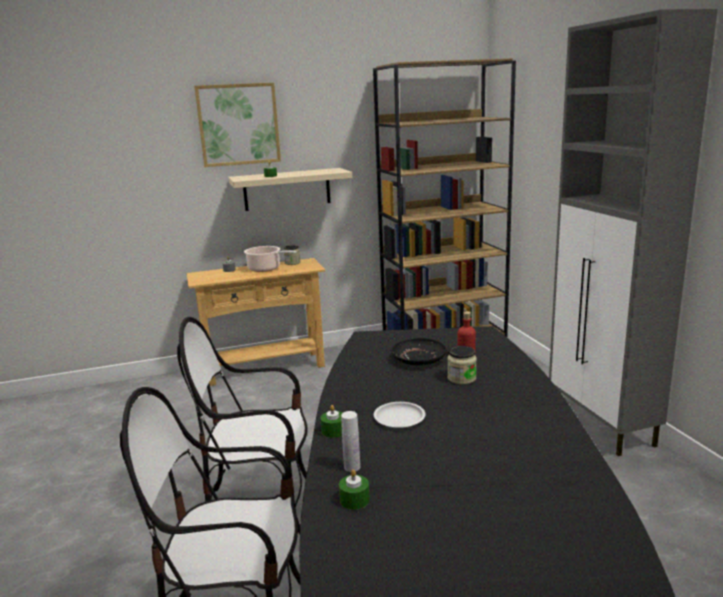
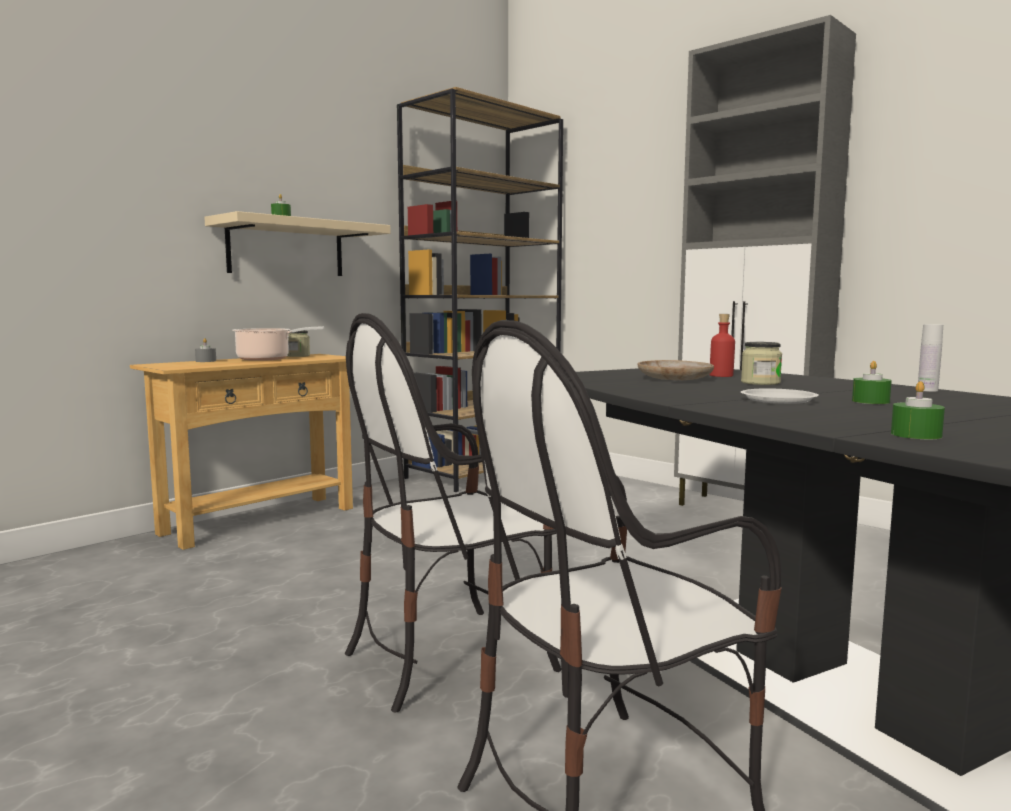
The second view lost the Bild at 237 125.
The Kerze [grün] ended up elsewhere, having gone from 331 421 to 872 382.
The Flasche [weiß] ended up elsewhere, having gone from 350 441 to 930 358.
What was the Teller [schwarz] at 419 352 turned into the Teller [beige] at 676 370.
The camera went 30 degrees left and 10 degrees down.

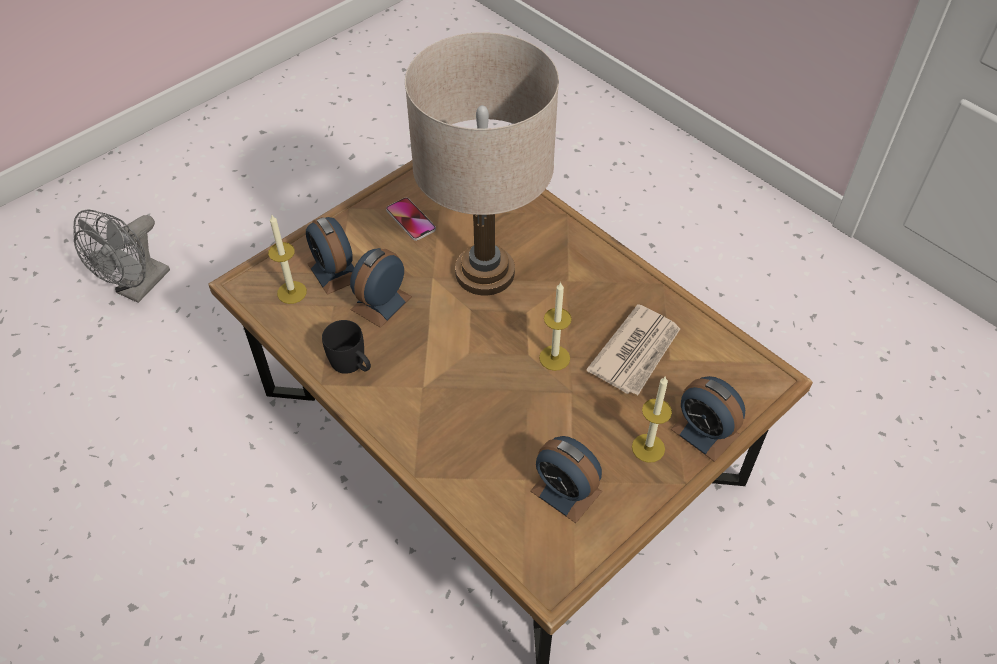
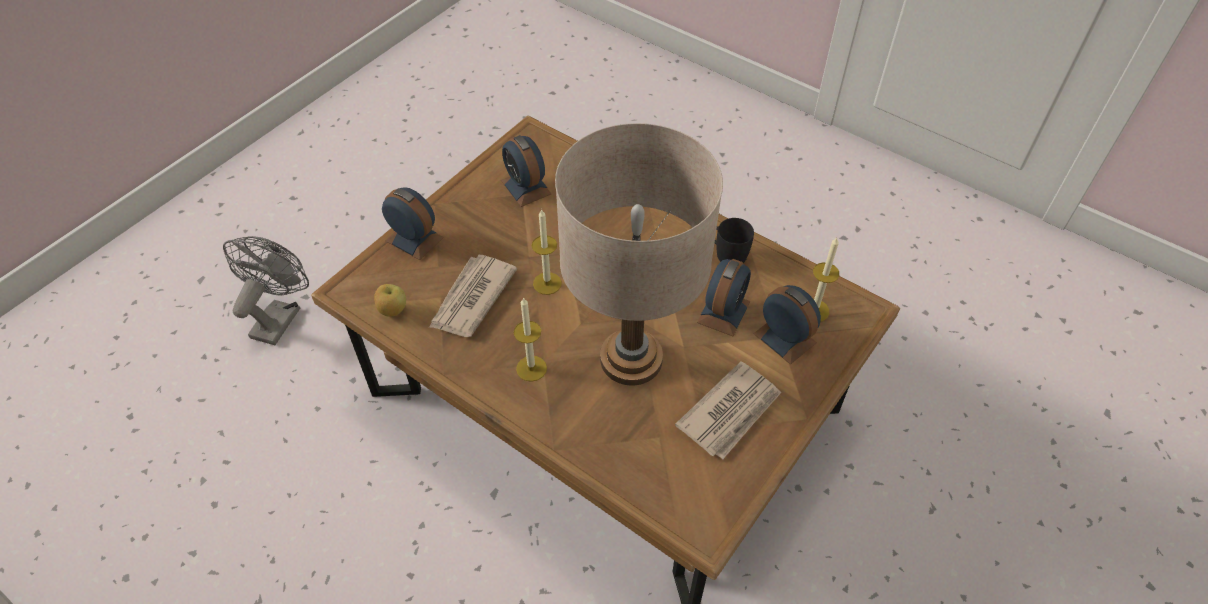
The Ventilator [grau] ended up elsewhere, having gone from 121 256 to 266 290.
Where the Handy stood at 411 219, the Zeitung came to stand at 728 410.
The Wecker at 566 479 ended up facing another way, 150 degrees counterclockwise from before.
The Kerze ended up elsewhere, having gone from 652 420 to 530 339.
The second view gained the Apfel at 390 300.
The camera went 170 degrees right and 0 degrees up.

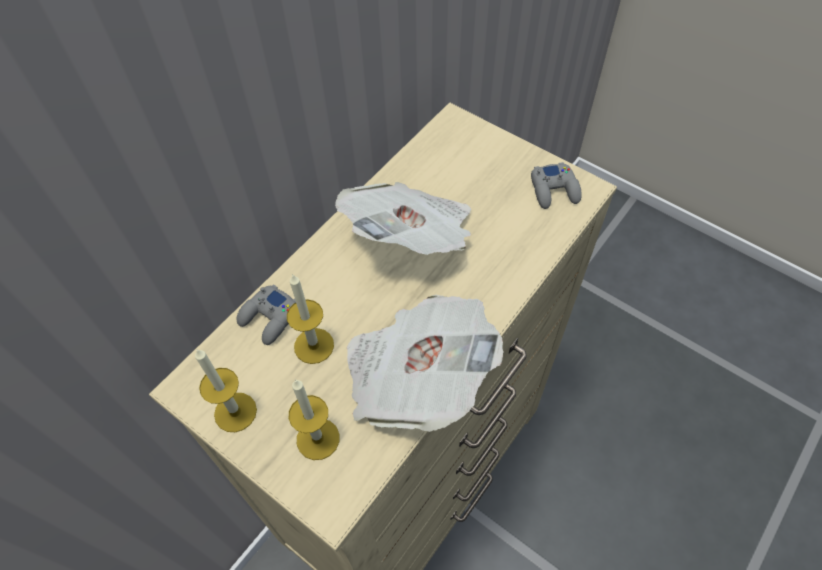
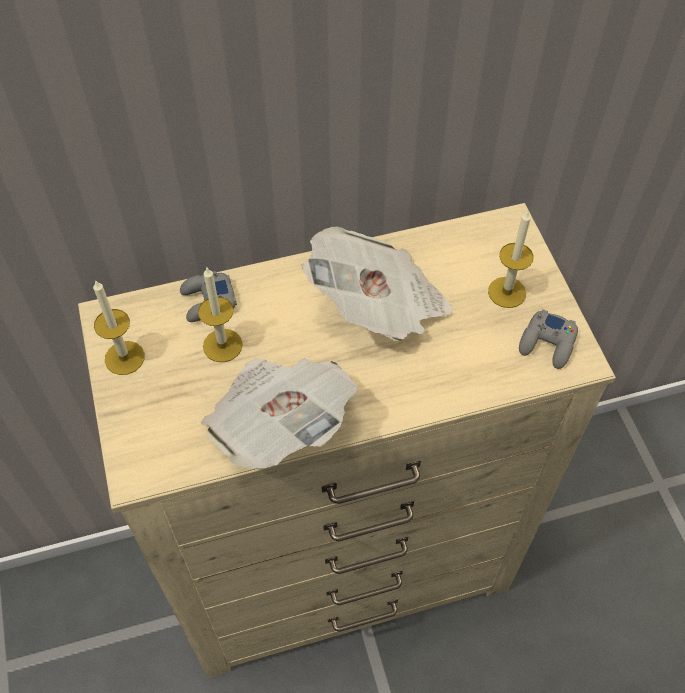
The Kerze ended up elsewhere, having gone from 314 420 to 511 259.
The camera went 35 degrees right and 0 degrees up.

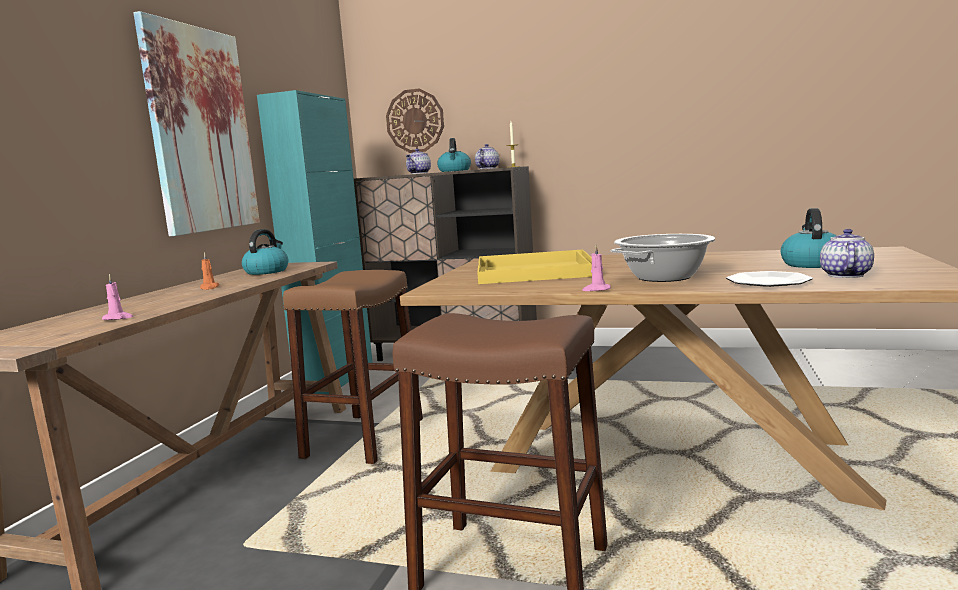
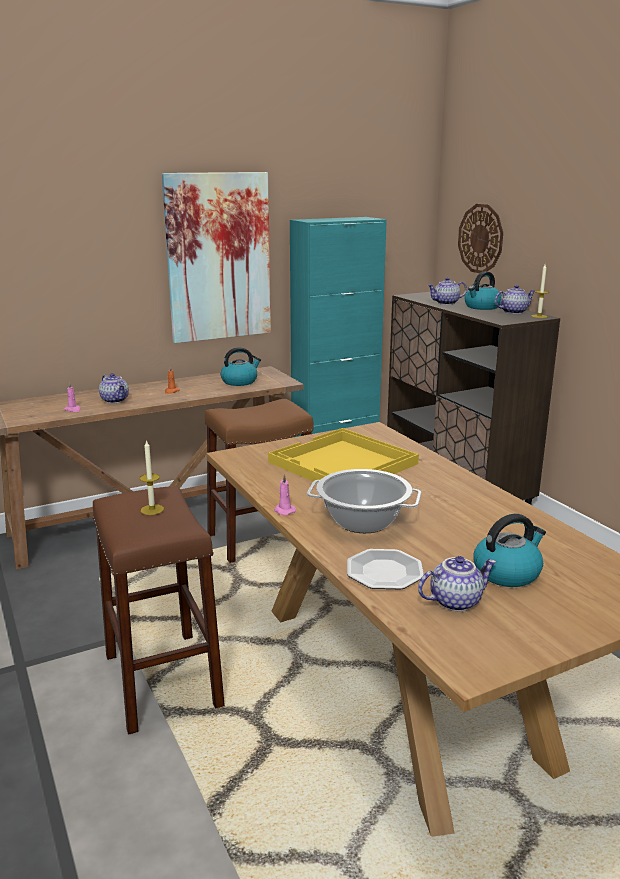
The second view gained the Teekanne at 114 388.
The second view gained the Kerze at 152 477.
The camera went 45 degrees right and 10 degrees up.

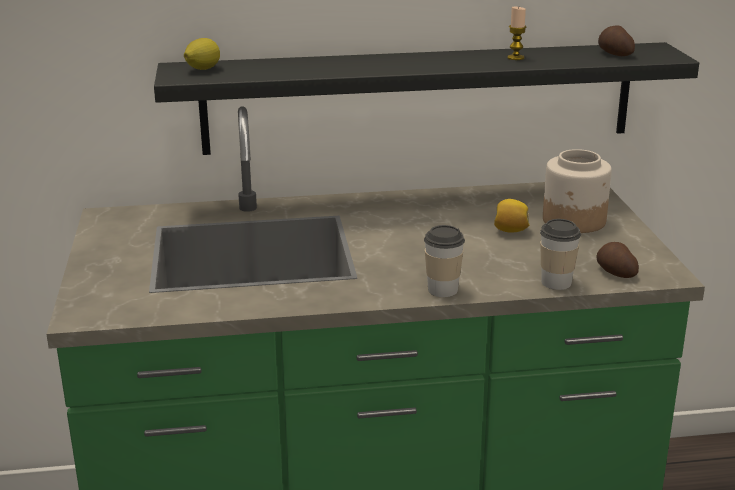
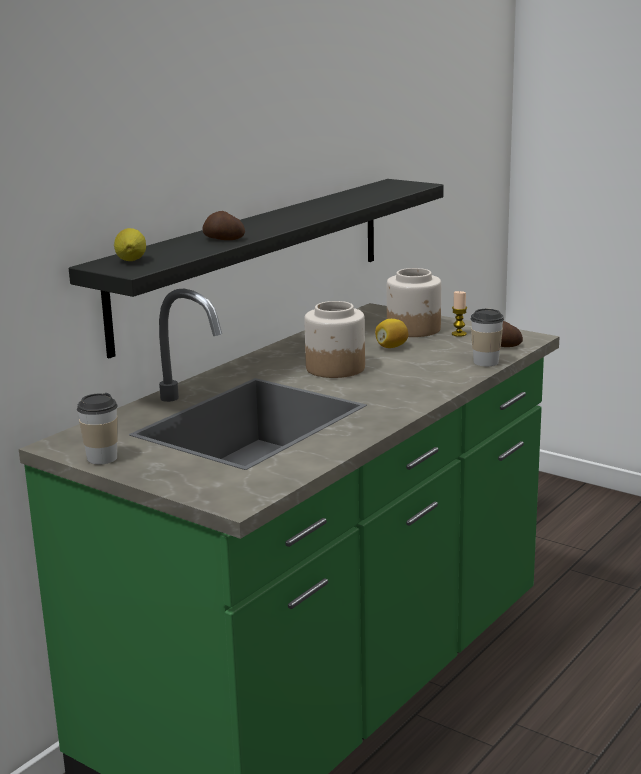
The Tasse ended up elsewhere, having gone from 444 261 to 97 429.
The Kerze ended up elsewhere, having gone from 516 33 to 459 314.
The Kartoffel ended up elsewhere, having gone from 616 40 to 223 225.
The second view gained the Vorratsglas at 334 339.
The camera went 45 degrees left and 5 degrees down.

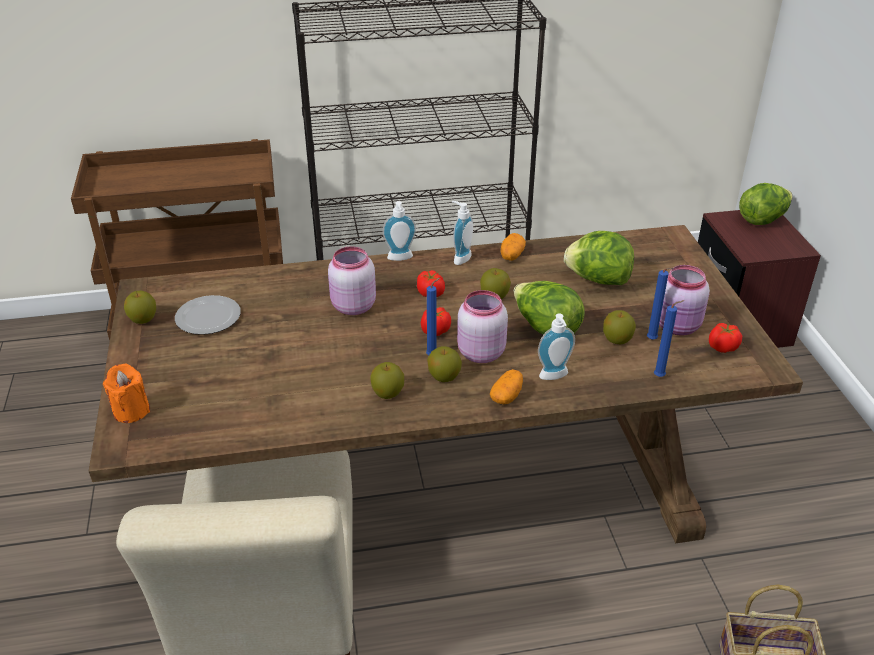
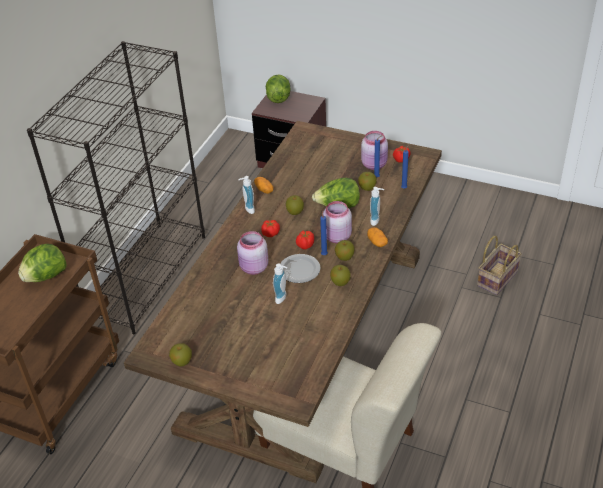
The second view lost the Kerze [orange] at 126 393.
The Teller ended up elsewhere, having gone from 208 315 to 300 268.
The Seifenspender ended up elsewhere, having gone from 399 231 to 280 283.
The Salatkopf ended up elsewhere, having gone from 599 258 to 42 263.
The camera went 55 degrees left and 5 degrees up.

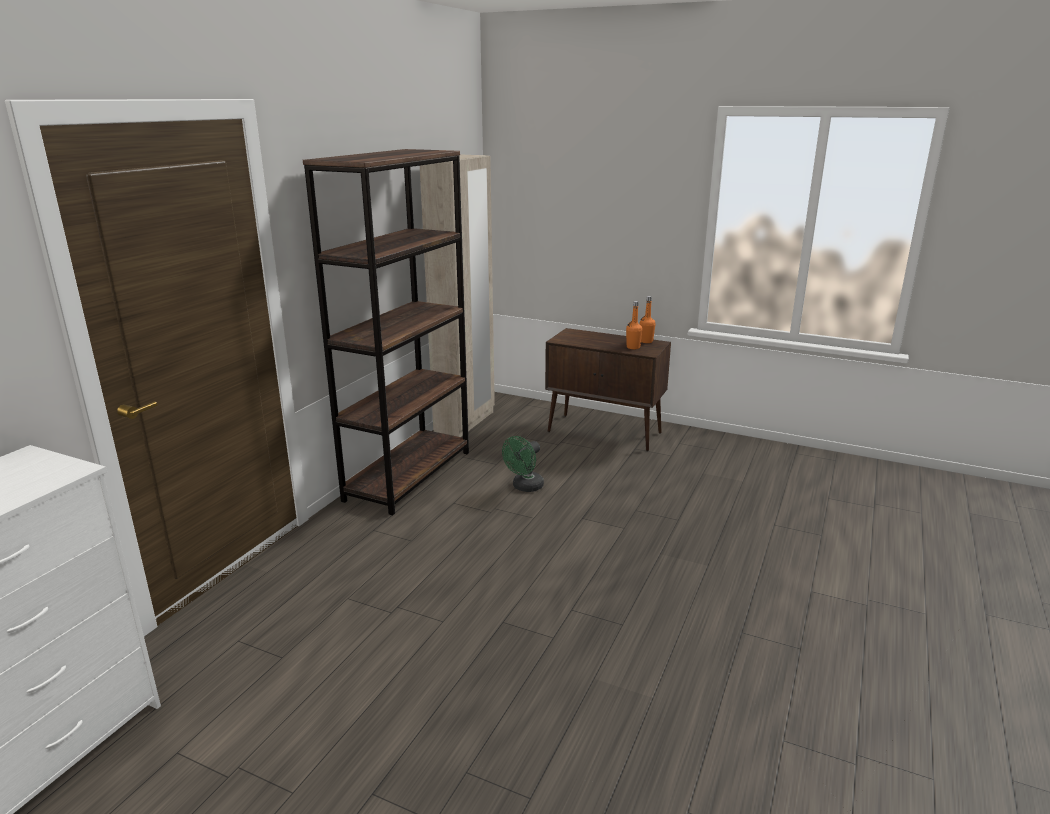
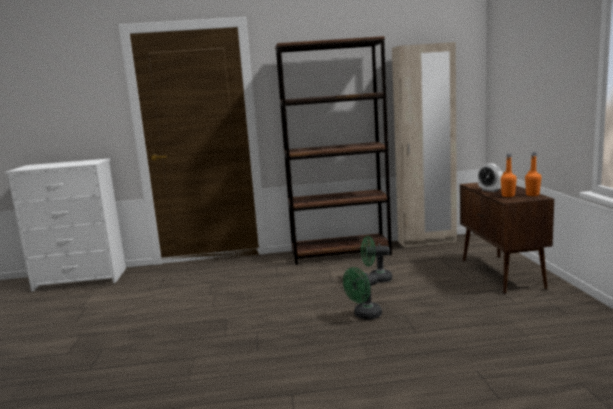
The second view gained the Ventilator [grün] at 362 293.
The second view gained the Wecker at 490 177.
The camera went 60 degrees right and 10 degrees down.

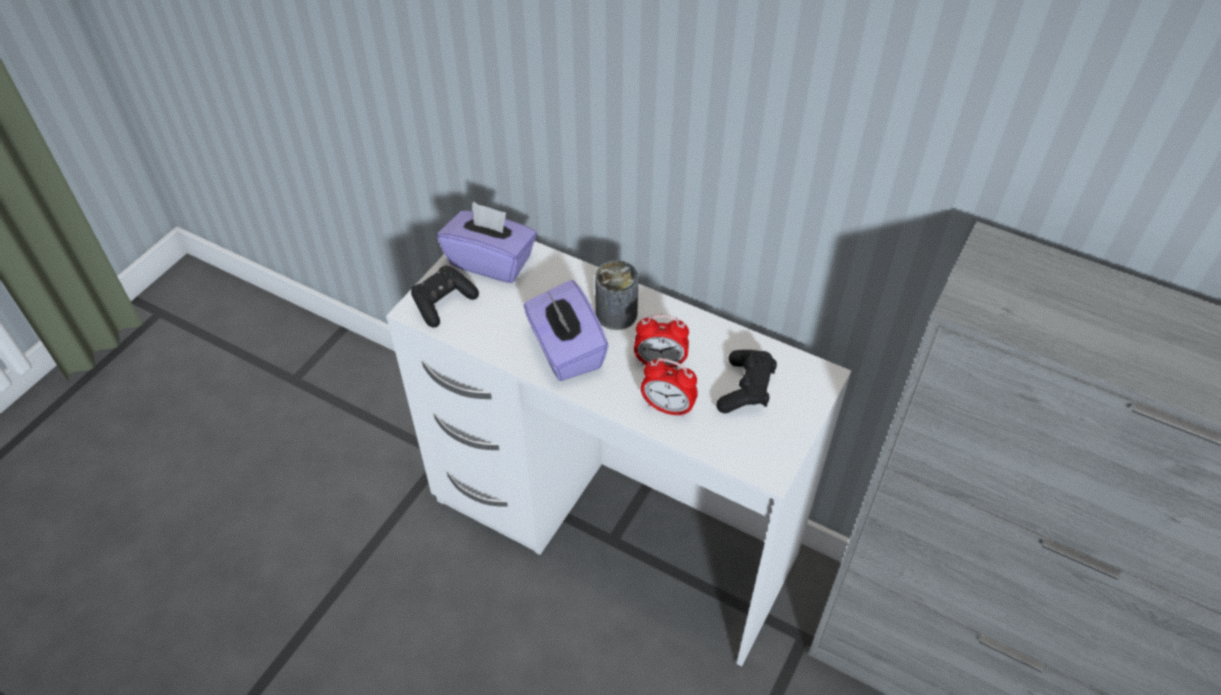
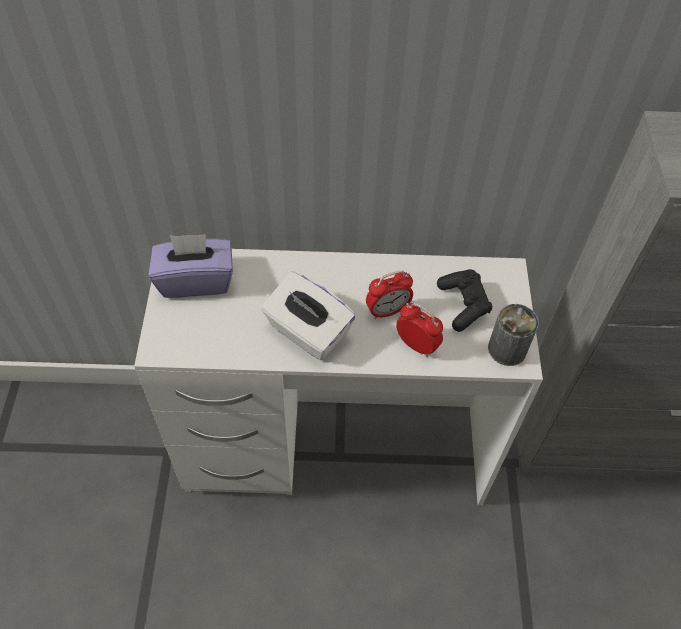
The second view lost the Gamepad [schwarz] at 445 297.
What was the Taschentuchbox [lila] at 566 330 turned into the Taschentuchbox [weiß] at 308 315.
The Dose ended up elsewhere, having gone from 617 295 to 513 335.
The Wecker at 669 388 ended up facing another way, 135 degrees counterclockwise from before.
The camera went 30 degrees left and 5 degrees up.

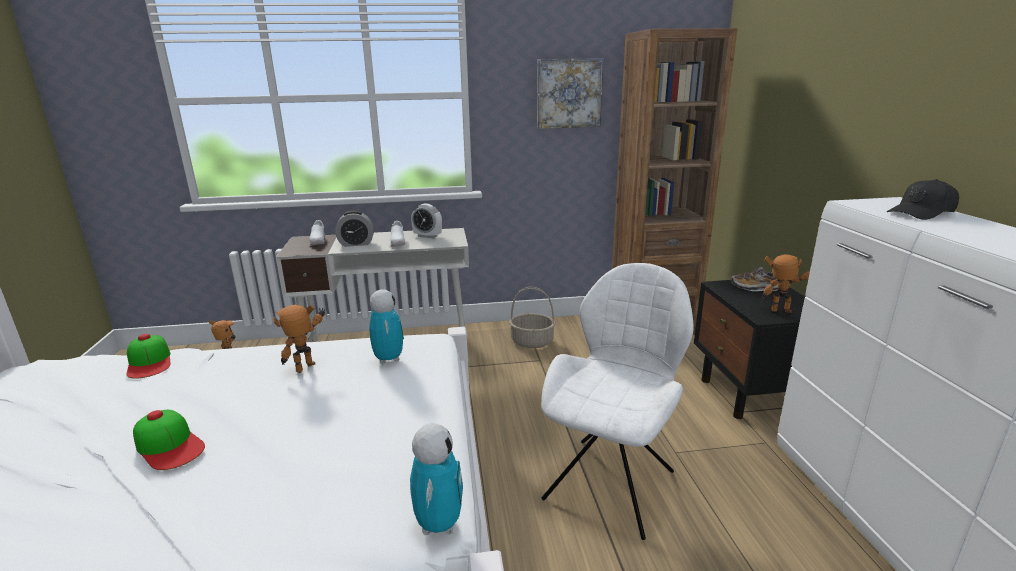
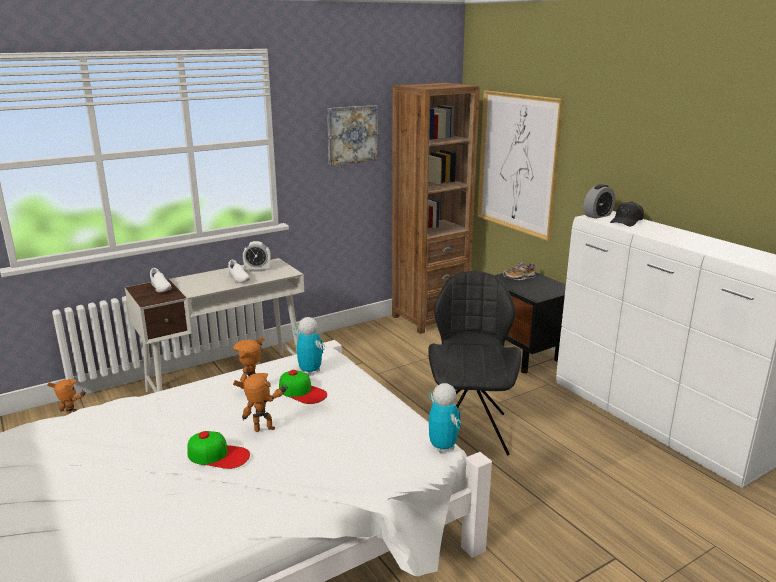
The Kappe ended up elsewhere, having gone from 149 356 to 303 387.
The Wecker ended up elsewhere, having gone from 354 229 to 599 201.
The second view lost the Korb at 532 317.
What was the Stuhl [weiß] at 617 401 turned into the Stuhl [schwarz] at 474 363.
The Spielzeugroboter ended up elsewhere, having gone from 786 283 to 260 402.
The second view gained the Bild at 520 165.
The camera went 25 degrees left and 0 degrees up.

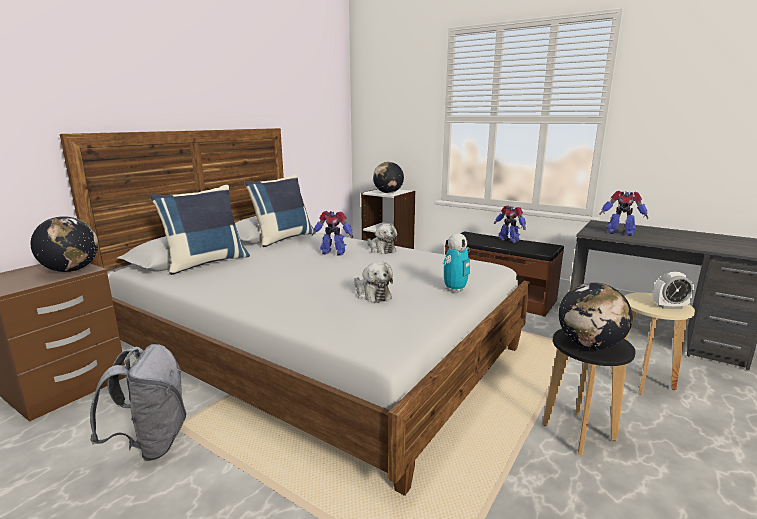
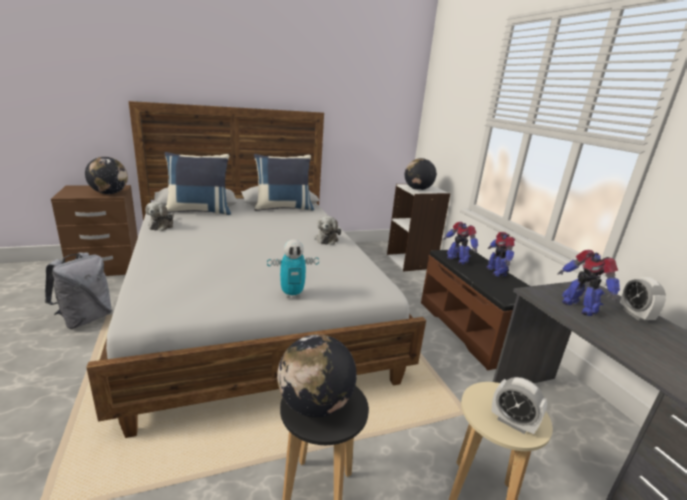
The Spielzeugroboter ended up elsewhere, having gone from 332 233 to 460 243.
The Plüschtier ended up elsewhere, having gone from 374 282 to 159 216.
The second view gained the Wecker at 643 299.
The camera went 35 degrees right and 5 degrees up.

